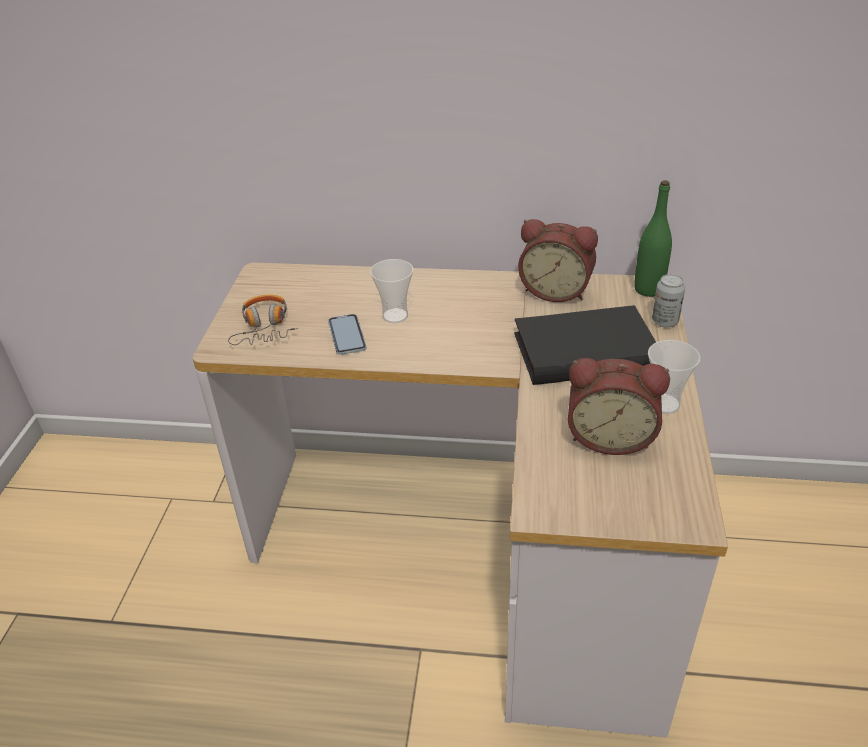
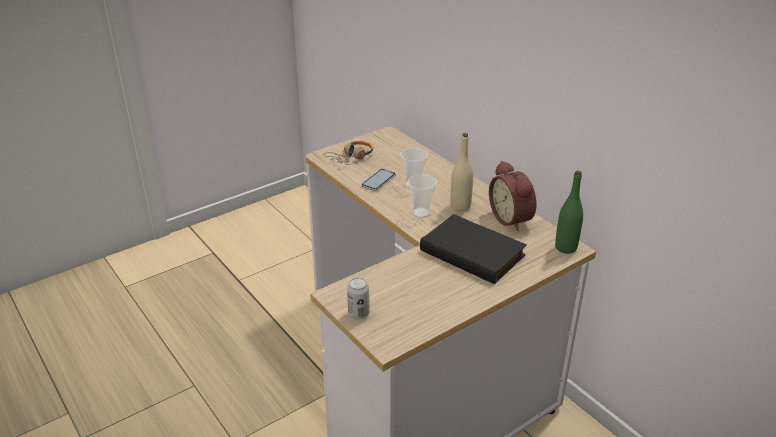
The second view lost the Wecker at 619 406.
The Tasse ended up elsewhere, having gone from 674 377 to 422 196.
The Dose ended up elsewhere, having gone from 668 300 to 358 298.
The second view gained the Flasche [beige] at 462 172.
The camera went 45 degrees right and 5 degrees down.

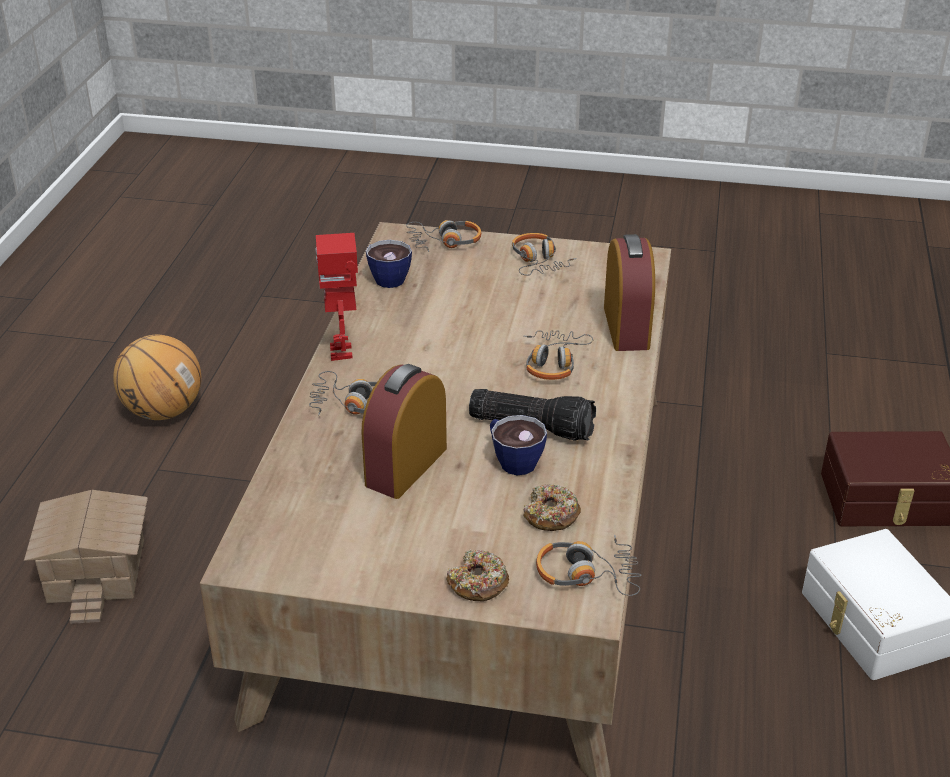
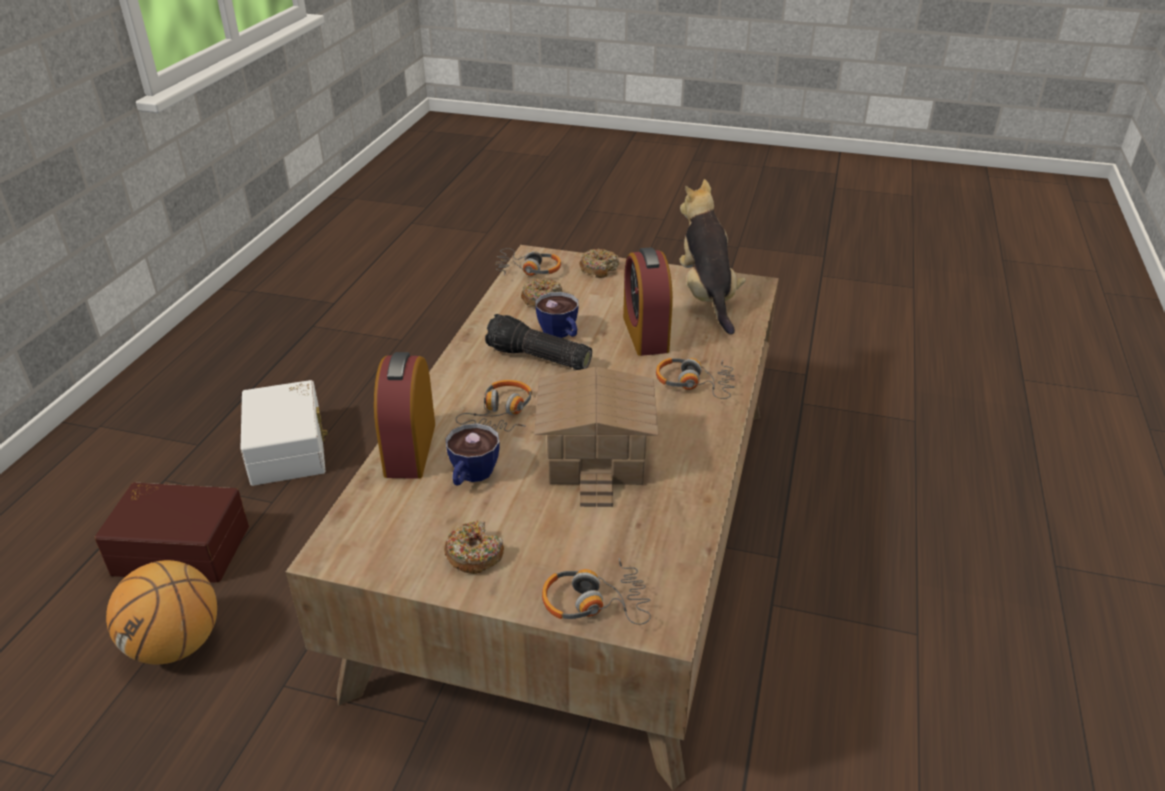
The Spielzeughaus ended up elsewhere, having gone from 86 557 to 596 437.
The Basketball ended up elsewhere, having gone from 157 377 to 161 612.
The second view lost the Spielzeugroboter at 336 297.
The Wecker at 404 431 ended up facing another way, 135 degrees clockwise from before.
The Tasse ended up elsewhere, having gone from 389 264 to 472 454.
Where the Kopfhörer stood at 544 254, the Donut came to stand at 474 547.
The second view gained the Plüschtier at 712 257.
The camera went 175 degrees left and 0 degrees up.

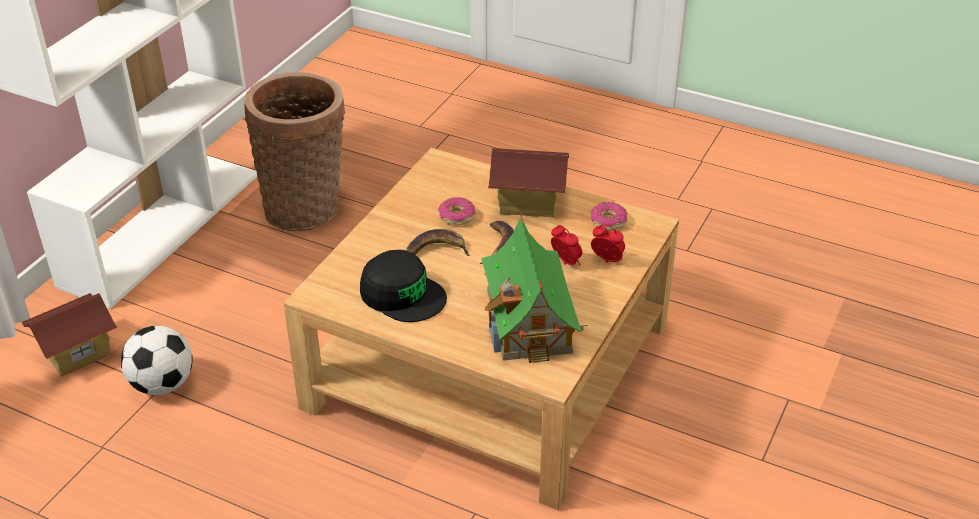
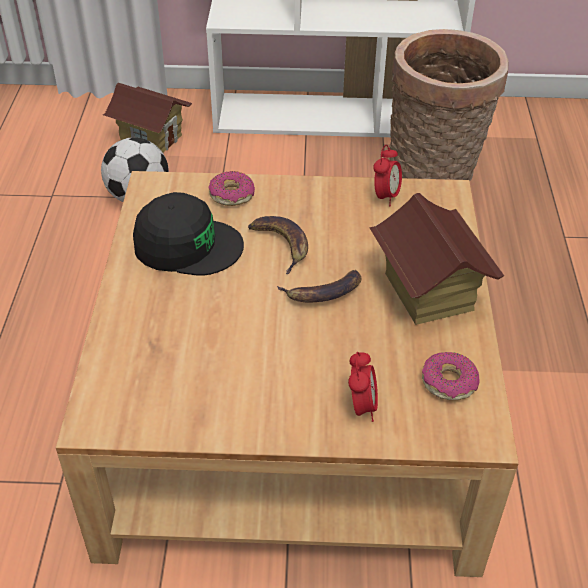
The Kappe [schwarz] at 403 286 ended up facing another way, 90 degrees counterclockwise from before.
The Donut ended up elsewhere, having gone from 456 211 to 231 188.
The second view lost the Spielzeughaus at 534 287.
The Wecker ended up elsewhere, having gone from 566 245 to 387 175.
The camera went 65 degrees right and 5 degrees up.

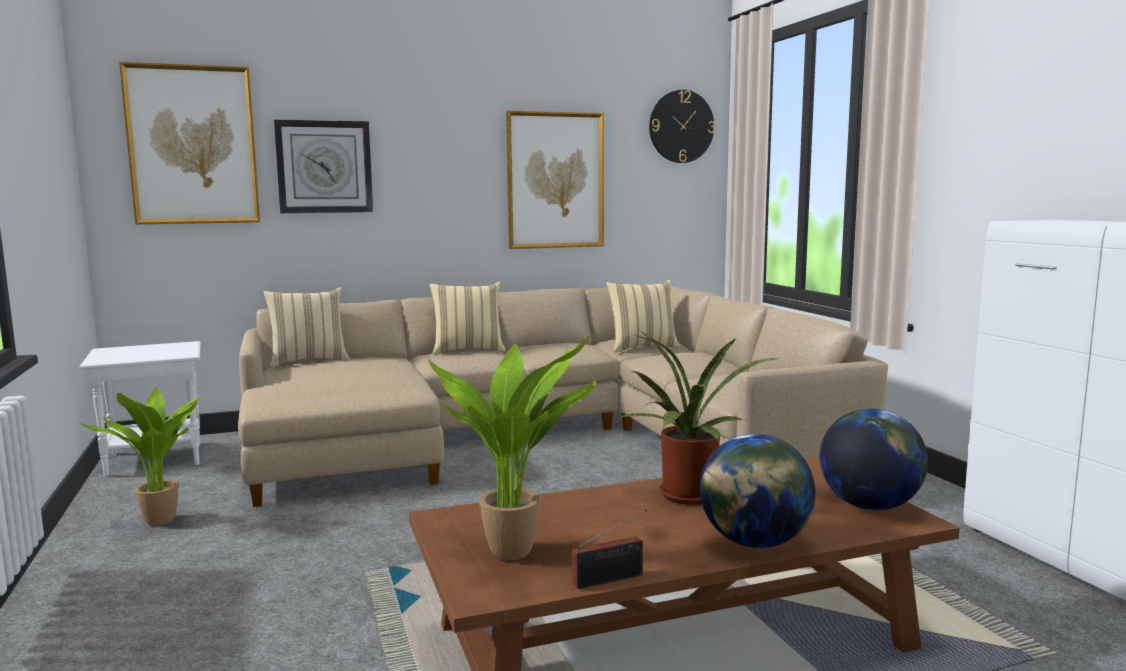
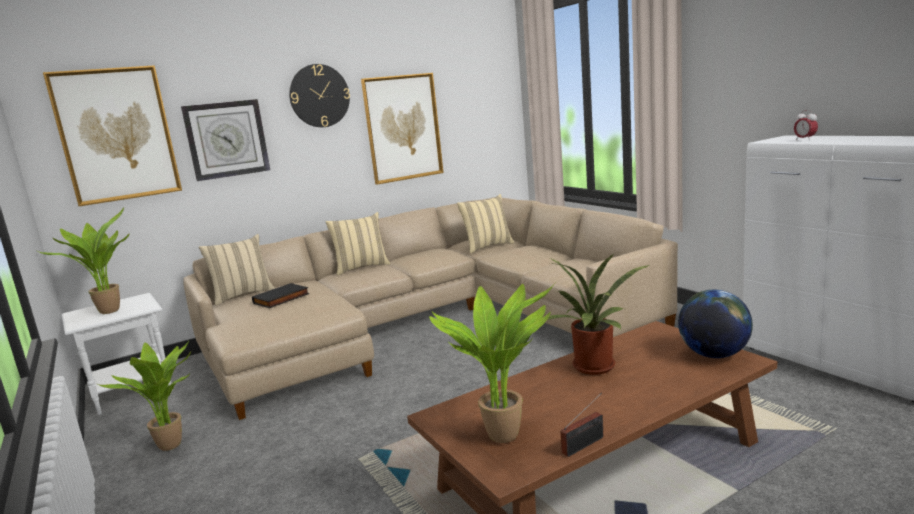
The Wanduhr ended up elsewhere, having gone from 682 126 to 319 95.
The second view lost the Globus at 758 491.
The second view gained the Topfpflanze at 83 260.
The second view gained the Buch [schwarz] at 281 295.
The second view gained the Wecker at 806 125.
The camera went 10 degrees left and 5 degrees up.

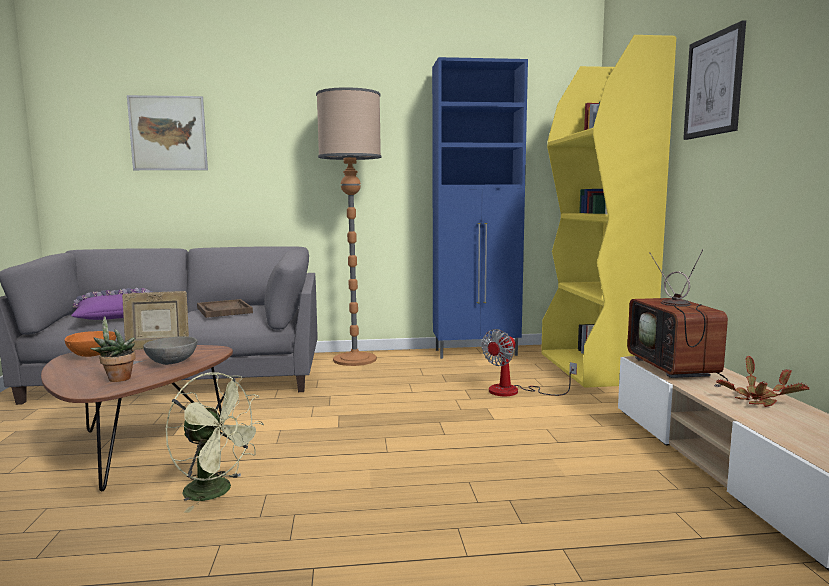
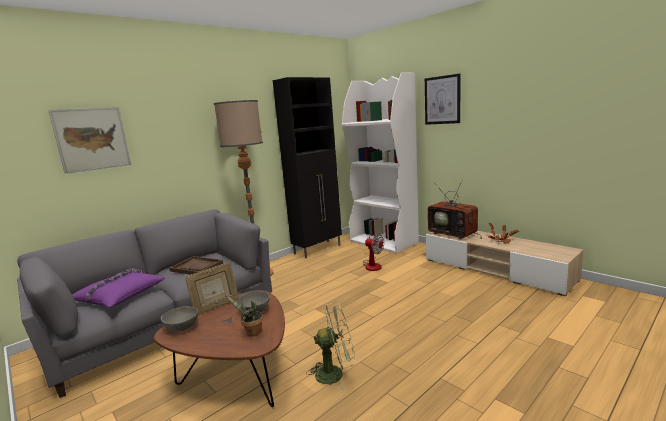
What was the Schüssel [orange] at 90 344 turned into the Schüssel [grau] at 179 318.
What was the Schrank [blau] at 480 208 turned into the Schrank [schwarz] at 307 167.
The Ventilator at 529 362 ended up facing another way, 60 degrees counterclockwise from before.
What was the Bücherregal [gelb] at 608 211 turned into the Bücherregal [weiß] at 380 162.
The camera went 35 degrees left and 5 degrees up.

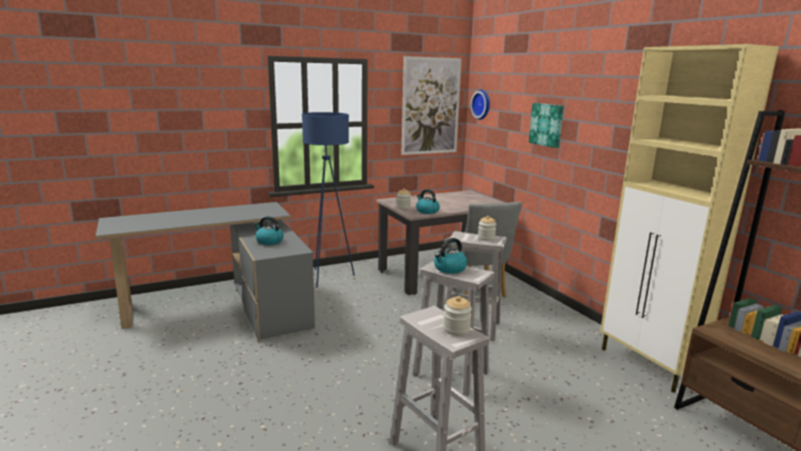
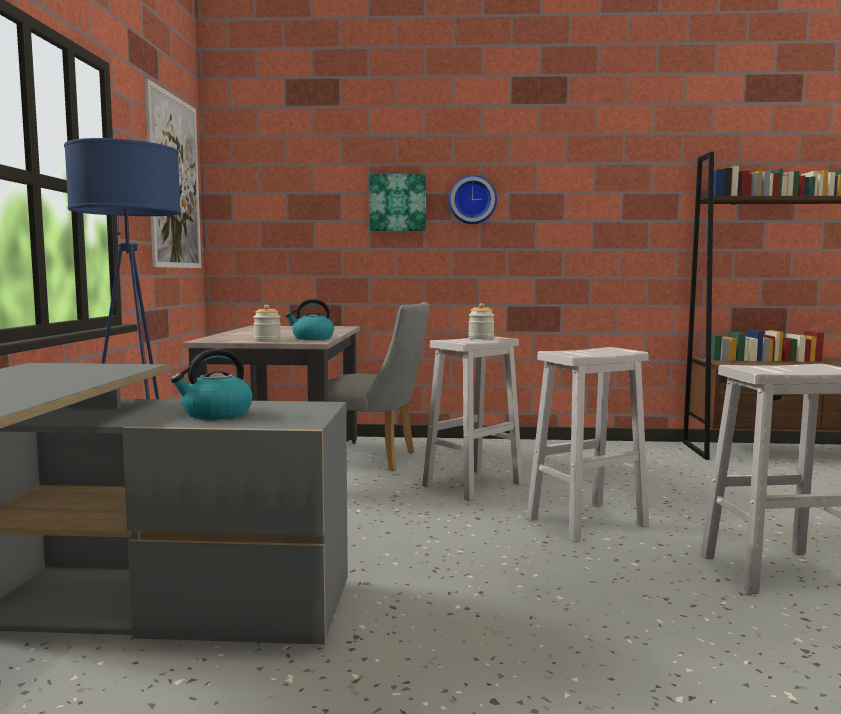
The second view lost the Wasserkessel at 450 256.
The second view lost the Vorratsglas at 457 316.
The Wanduhr ended up elsewhere, having gone from 480 104 to 473 199.
The second view lost the Schrank [beige] at 689 218.
The camera went 60 degrees left and 10 degrees down.

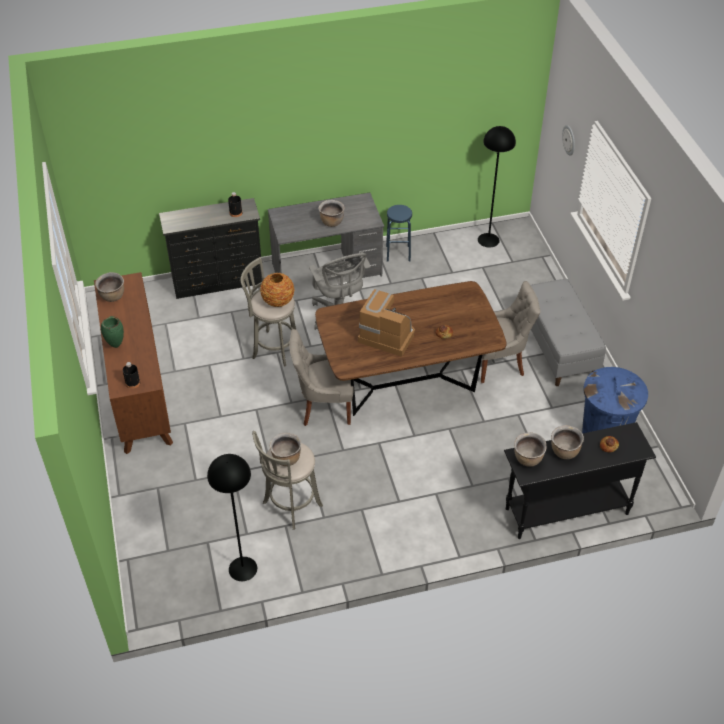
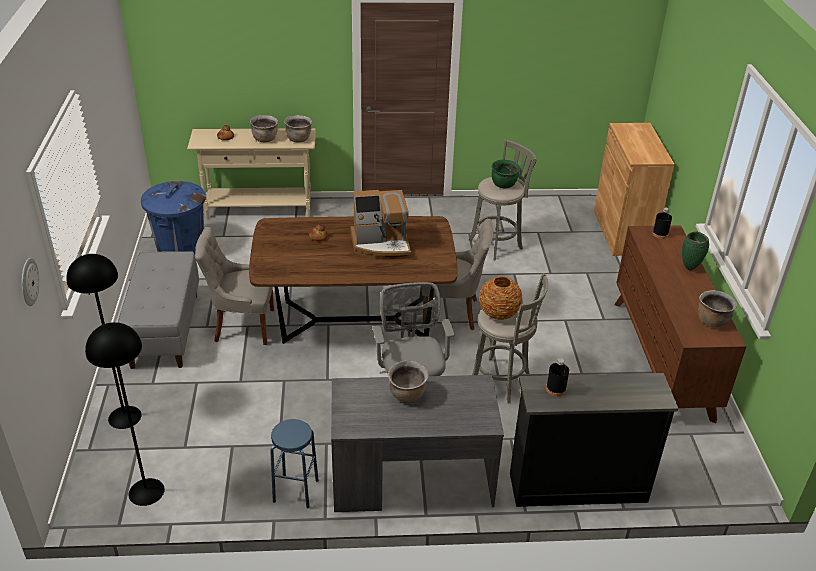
The Stehlampe [schwarz] ended up elsewhere, having gone from 232 517 to 104 341.
What was the Kochtopf [braun] at 285 449 turned into the Kochtopf [grün] at 506 174.
The Kaffeemaschine at 386 323 ended up facing another way, 45 degrees counterclockwise from before.
What was the Konsolentisch [schwarz] at 580 480 turned into the Konsolentisch [beige] at 251 173.
The second view gained the Schrank [braun] at 634 189.
The camera went 170 degrees left and 10 degrees down.

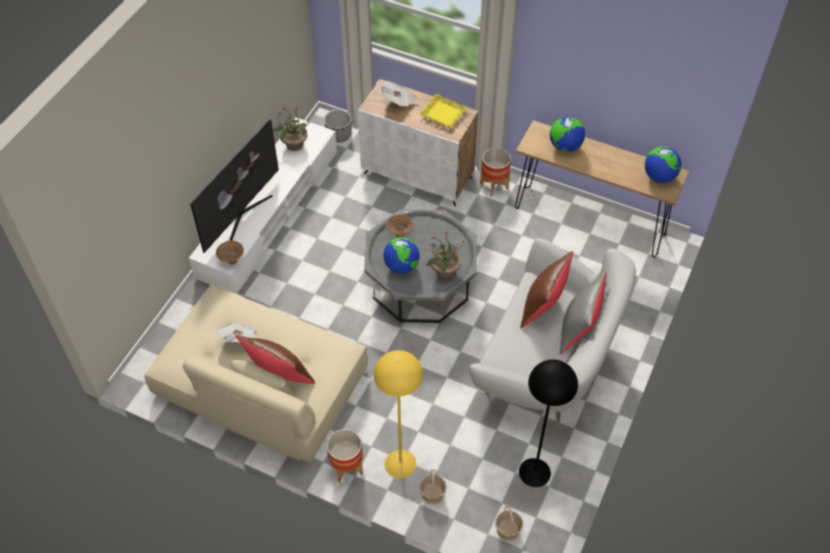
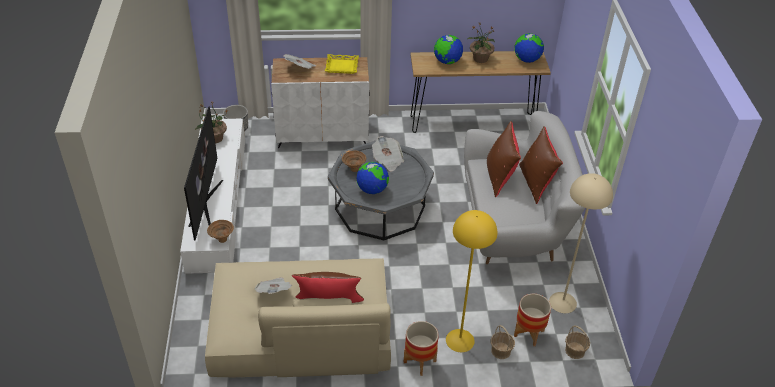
The Topfpflanze ended up elsewhere, having gone from 445 254 to 481 42.
The Pflanzkübel ended up elsewhere, having gone from 495 172 to 532 320.
What was the Stehlampe [schwarz] at 548 423 turned into the Stehlampe [beige] at 581 243.
What was the Kissen [grau] at 583 313 turned into the Kissen [braun] at 541 165.
The second view gained the Zeitung at 388 153.
The camera went 30 degrees left and 10 degrees down.

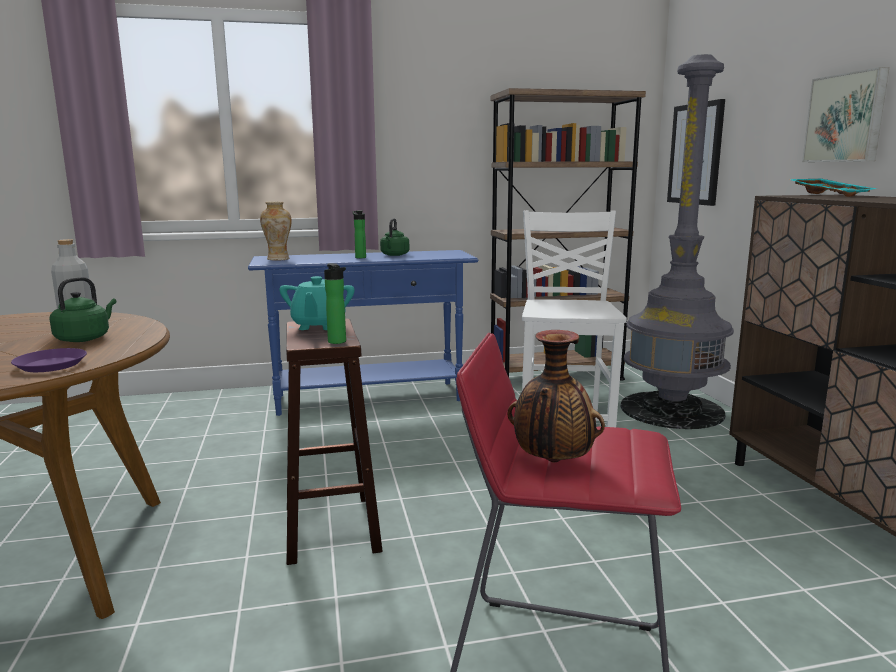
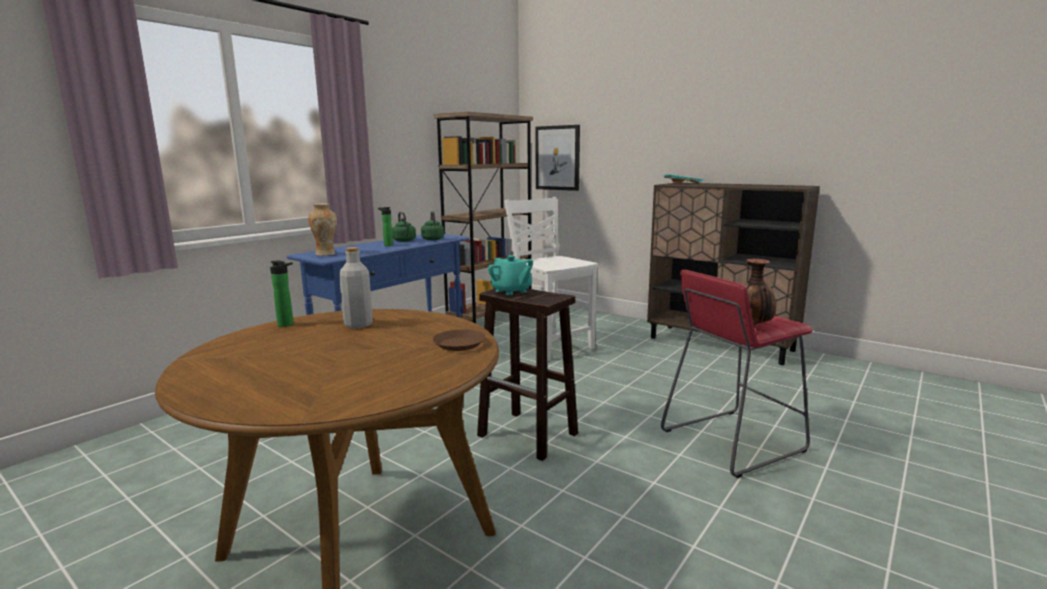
What was the Teller [lila] at 49 360 turned into the Teller [braun] at 459 340.
The Wasserkessel [grün] ended up elsewhere, having gone from 83 309 to 432 225.
The Flasche ended up elsewhere, having gone from 335 303 to 282 294.
The second view lost the Stehlampe [grau] at 677 241.
The second view lost the Bild at 845 114.
The camera went 40 degrees left and 0 degrees up.

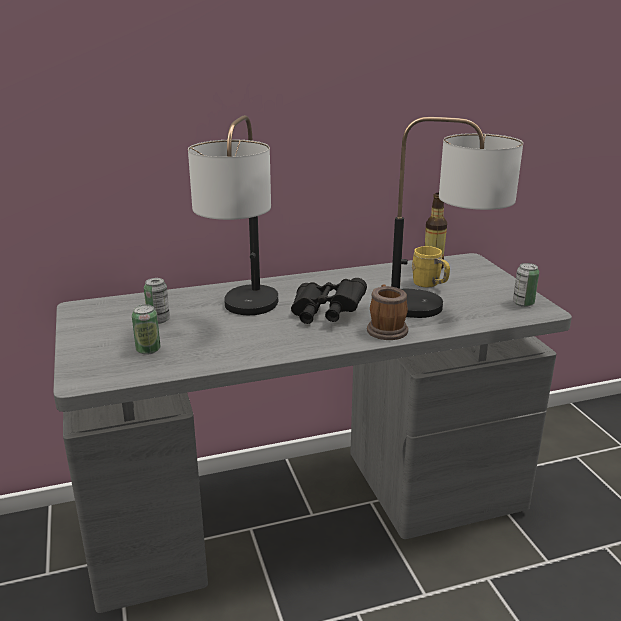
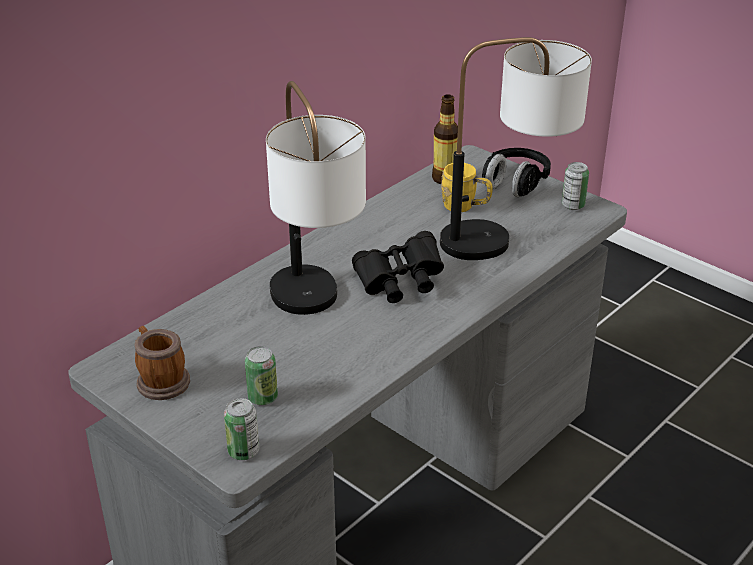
The Dose ended up elsewhere, having gone from 157 301 to 241 429.
The Henkelbecher ended up elsewhere, having gone from 387 312 to 162 363.
The second view gained the Kopfhörer [schwarz] at 516 172.
The camera went 30 degrees left and 10 degrees up.

